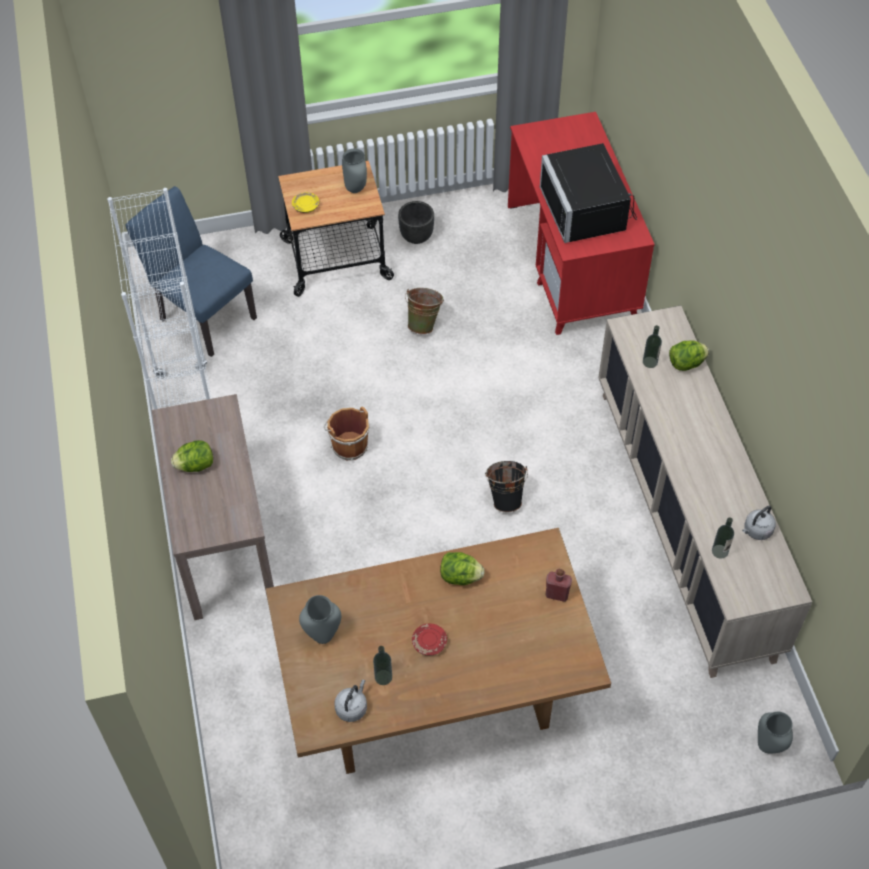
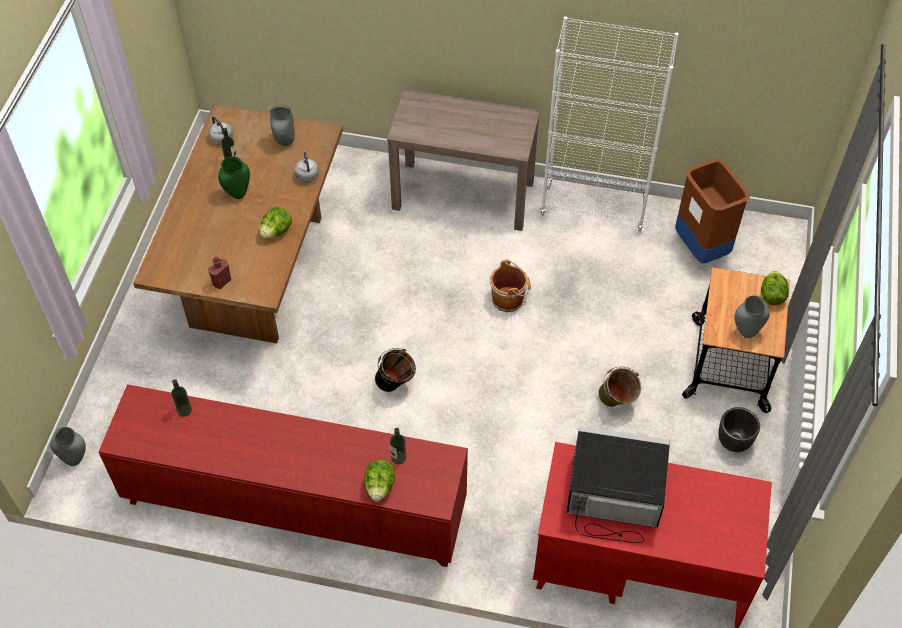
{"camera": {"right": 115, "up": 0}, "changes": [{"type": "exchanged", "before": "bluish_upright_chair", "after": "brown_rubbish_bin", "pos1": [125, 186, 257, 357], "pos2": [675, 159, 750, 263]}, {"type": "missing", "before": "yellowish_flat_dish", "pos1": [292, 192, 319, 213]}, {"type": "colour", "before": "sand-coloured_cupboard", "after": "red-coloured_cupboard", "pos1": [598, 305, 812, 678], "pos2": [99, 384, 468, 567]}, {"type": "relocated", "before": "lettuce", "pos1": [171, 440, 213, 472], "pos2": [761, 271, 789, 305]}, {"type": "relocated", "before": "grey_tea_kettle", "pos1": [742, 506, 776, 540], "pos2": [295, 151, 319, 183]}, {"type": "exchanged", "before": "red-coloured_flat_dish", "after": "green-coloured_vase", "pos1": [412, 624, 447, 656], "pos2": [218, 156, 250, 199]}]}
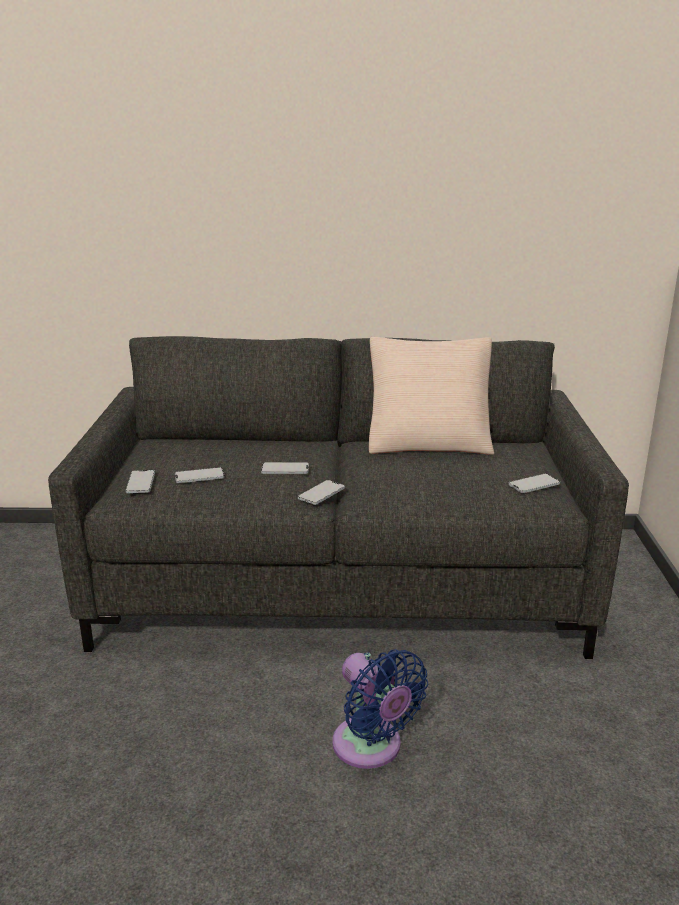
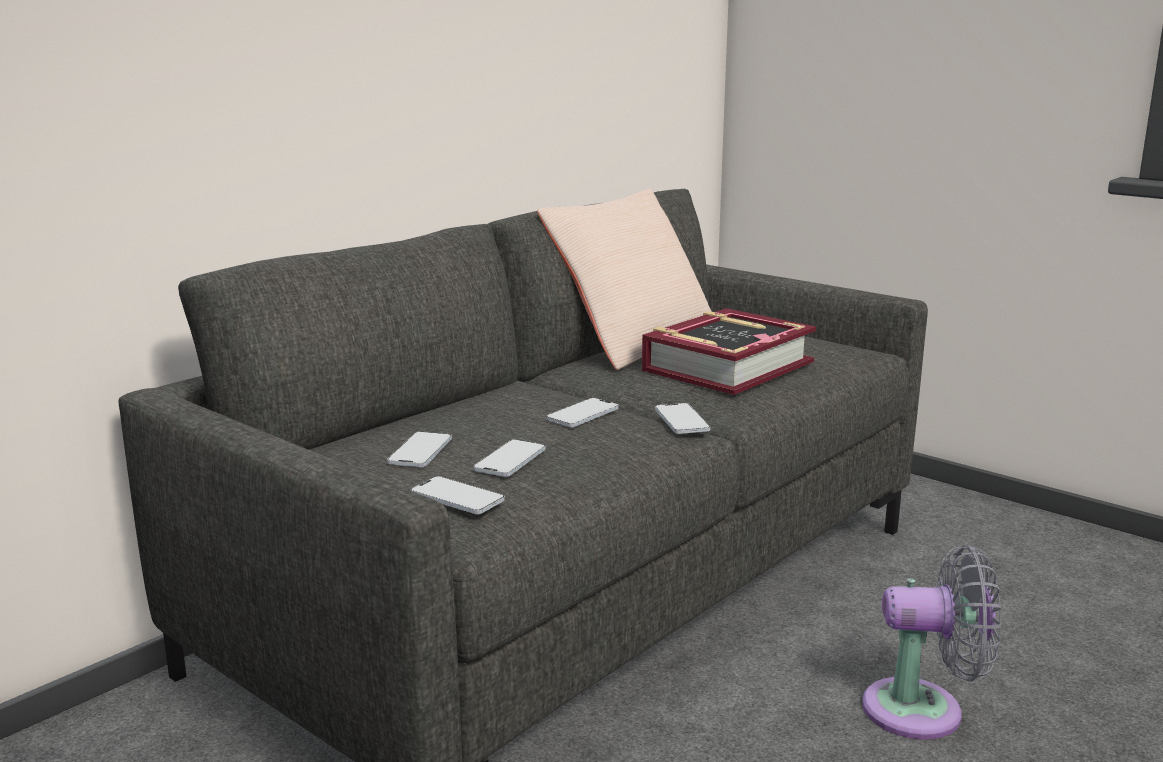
{"camera": {"right": -50, "up": -5}, "changes": [{"type": "relocated", "before": "handset", "pos1": [508, 474, 560, 493], "pos2": [387, 432, 452, 467]}, {"type": "colour", "before": "bluish_cooling_fan", "after": "grey_cooling_fan", "pos1": [333, 649, 428, 769], "pos2": [862, 545, 1001, 740]}, {"type": "appeared", "after": "book", "pos2": [642, 308, 816, 395]}]}
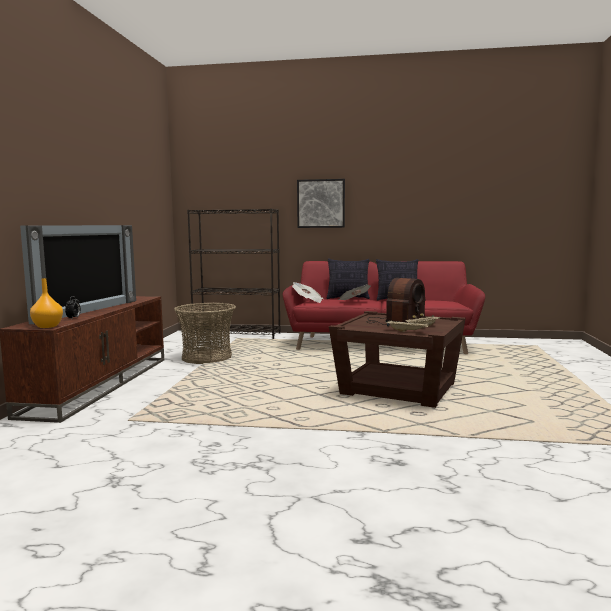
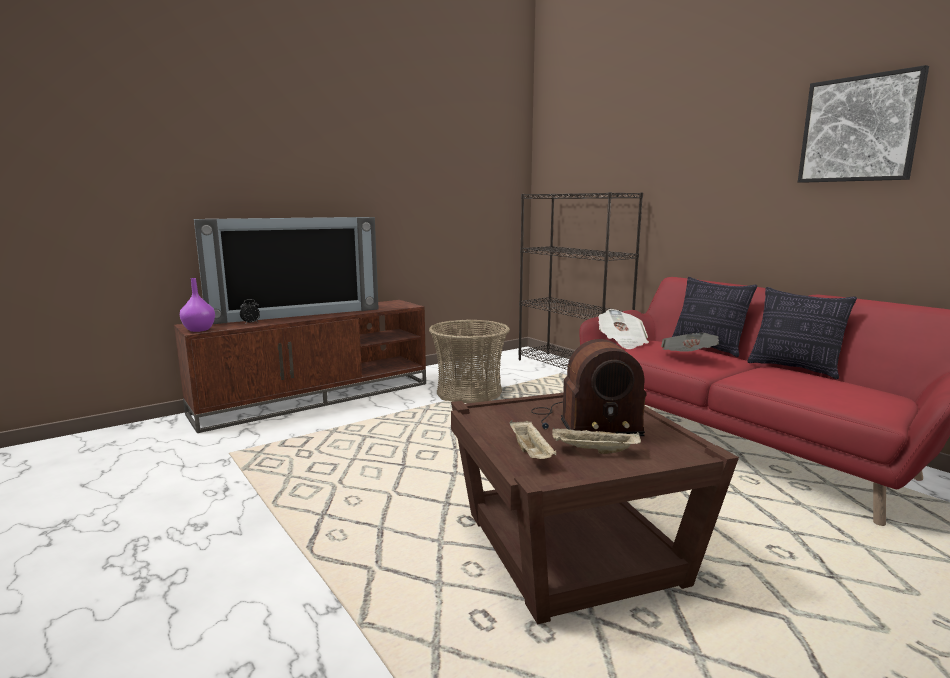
{"camera": {"right": 45, "up": 5}, "changes": [{"type": "relocated", "before": "wall_art", "pos1": [297, 179, 345, 228], "pos2": [798, 65, 929, 183]}, {"type": "colour", "before": "orange_vase", "after": "purplish_vase", "pos1": [30, 278, 63, 328], "pos2": [180, 278, 215, 332]}]}
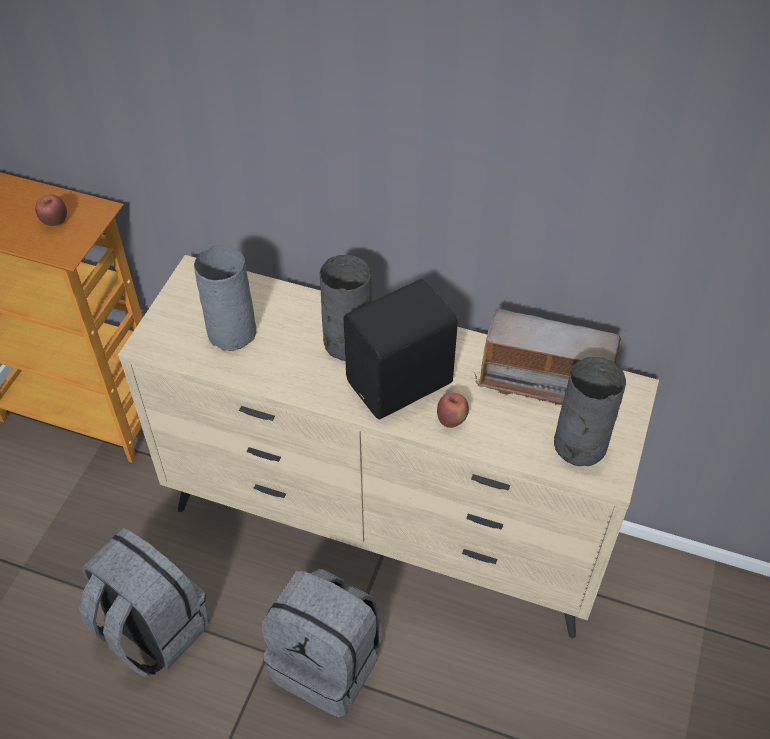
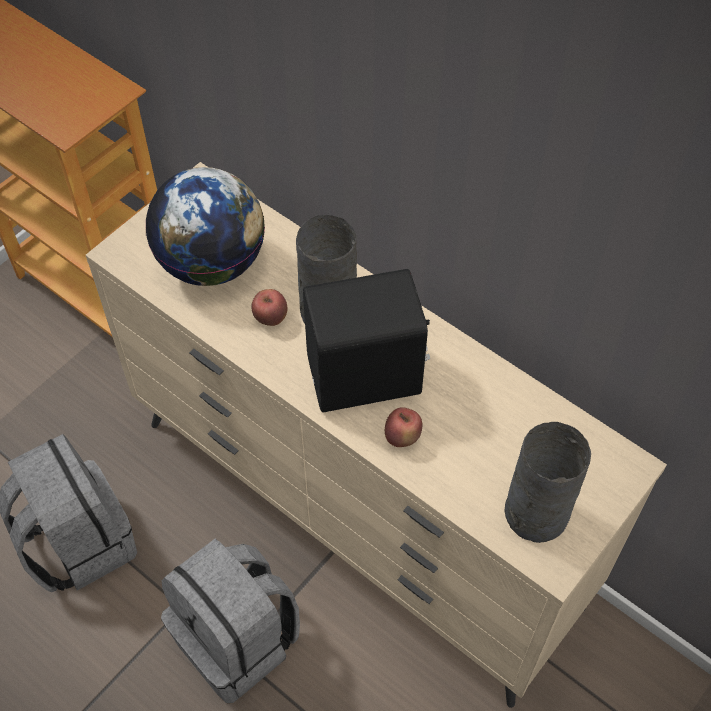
{"camera": {"right": 20, "up": 5}, "changes": [{"type": "relocated", "before": "apple_fruit", "pos1": [35, 194, 67, 226], "pos2": [251, 289, 288, 326]}, {"type": "exchanged", "before": "grey_vase", "after": "world_globe", "pos1": [194, 245, 256, 351], "pos2": [146, 167, 265, 286]}, {"type": "missing", "before": "radio_set", "pos1": [474, 309, 627, 405]}]}
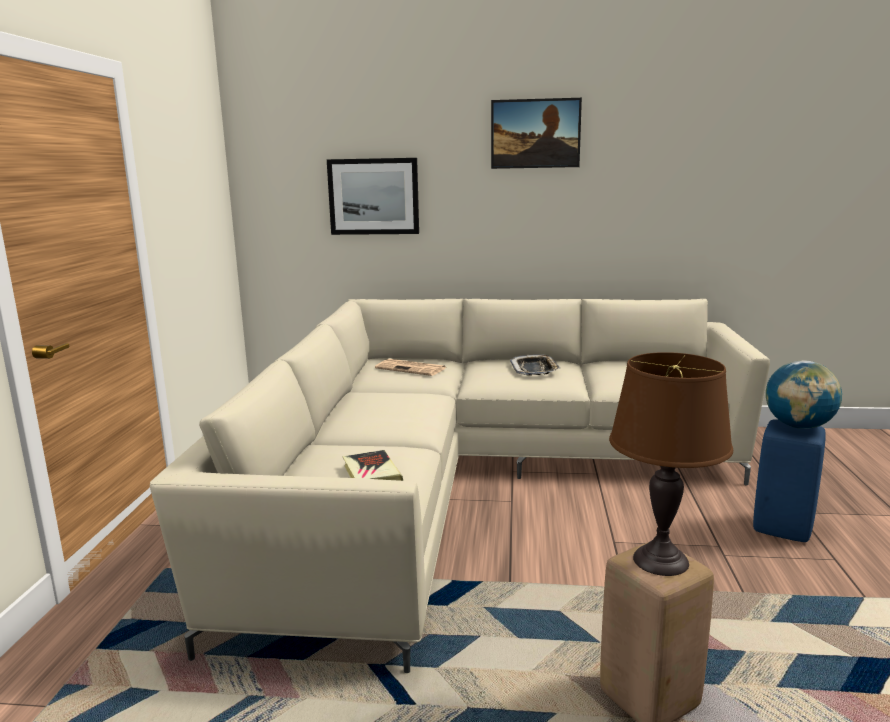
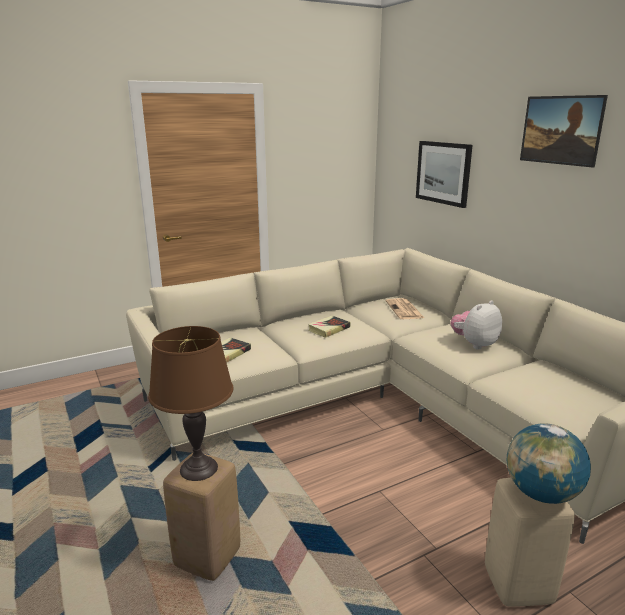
{"camera": {"right": 55, "up": 5}, "changes": [{"type": "exchanged", "before": "carrying_tray", "after": "soft_toy", "pos1": [510, 354, 560, 376], "pos2": [451, 300, 502, 350]}, {"type": "colour", "before": "bluish_stool", "after": "sand-coloured_stool", "pos1": [753, 419, 826, 542], "pos2": [485, 478, 575, 607]}, {"type": "appeared", "after": "book", "pos2": [308, 316, 350, 338]}]}
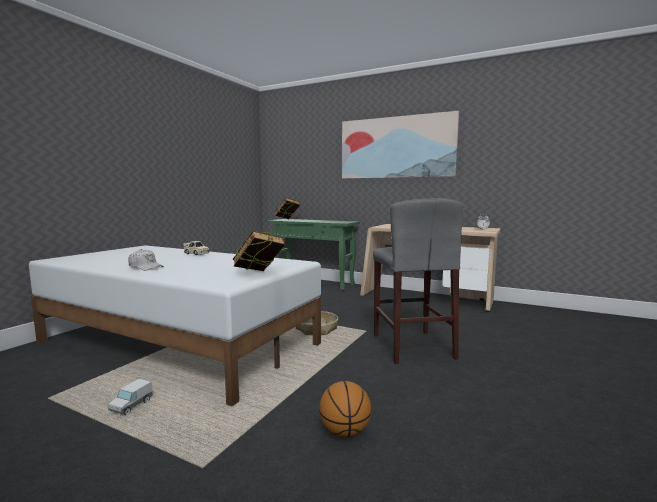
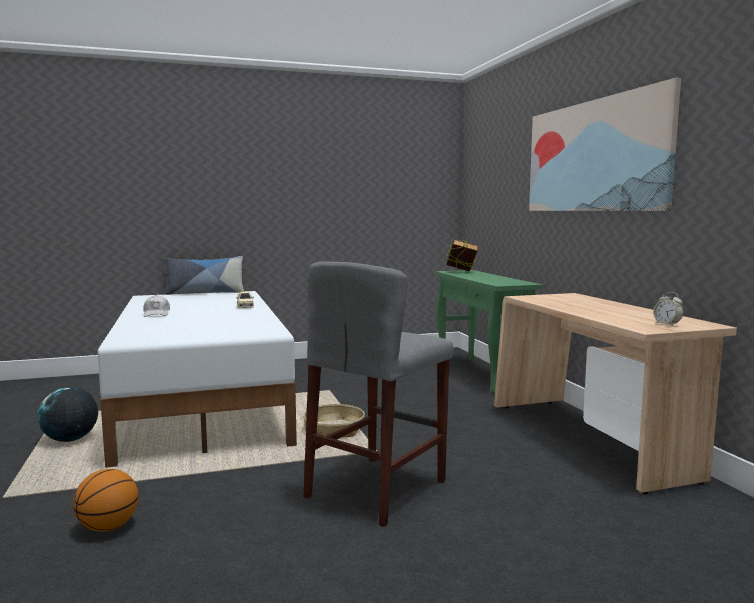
{"camera": {"right": 45, "up": 0}, "changes": [{"type": "missing", "before": "book", "pos1": [233, 231, 285, 271]}, {"type": "exchanged", "before": "toy_truck", "after": "world_globe", "pos1": [108, 379, 153, 415], "pos2": [38, 387, 98, 442]}, {"type": "appeared", "after": "pillow", "pos2": [165, 256, 244, 295]}]}
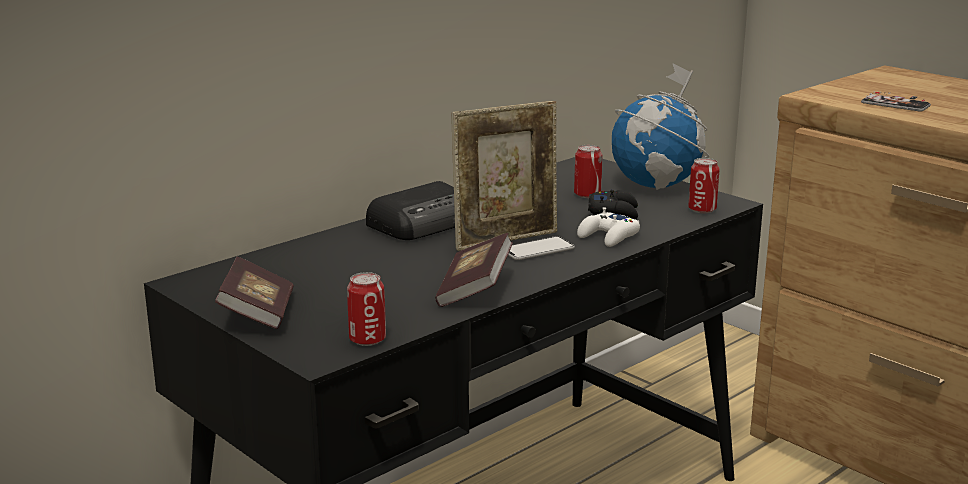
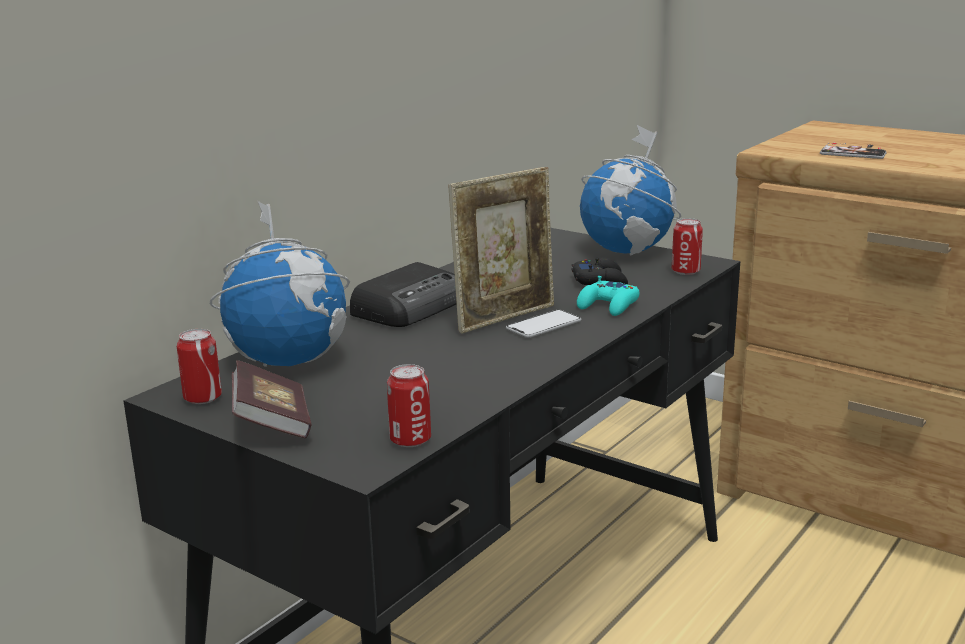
{"camera": {"right": -10, "up": 0}, "changes": [{"type": "relocated", "before": "can", "pos1": [574, 145, 602, 198], "pos2": [177, 329, 222, 404]}, {"type": "colour", "before": "whitish_joypad", "after": "turquoise_joypad", "pos1": [577, 207, 640, 247], "pos2": [577, 276, 639, 316]}, {"type": "missing", "before": "book", "pos1": [435, 233, 513, 307]}, {"type": "appeared", "after": "world_globe", "pos2": [210, 201, 350, 367]}]}
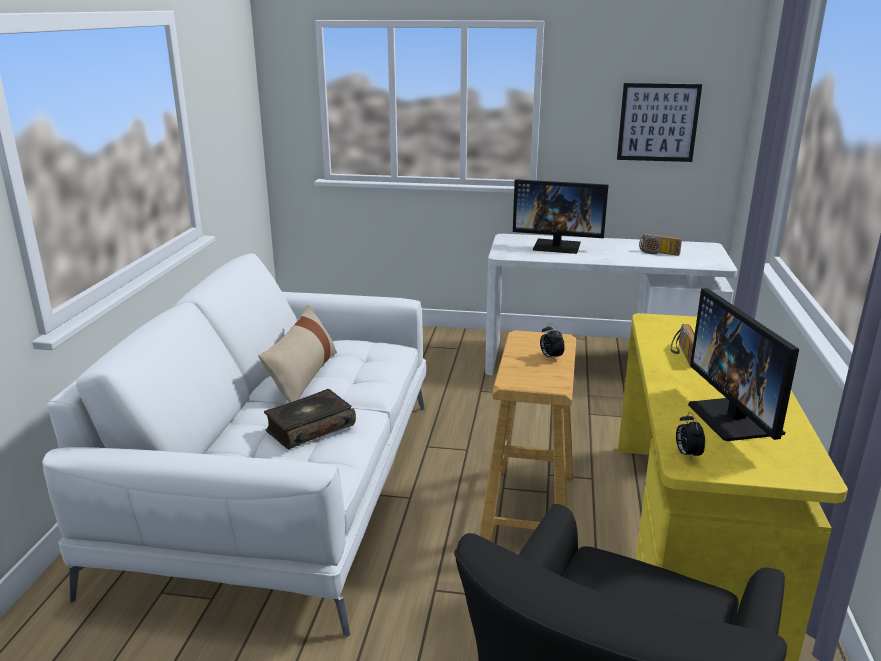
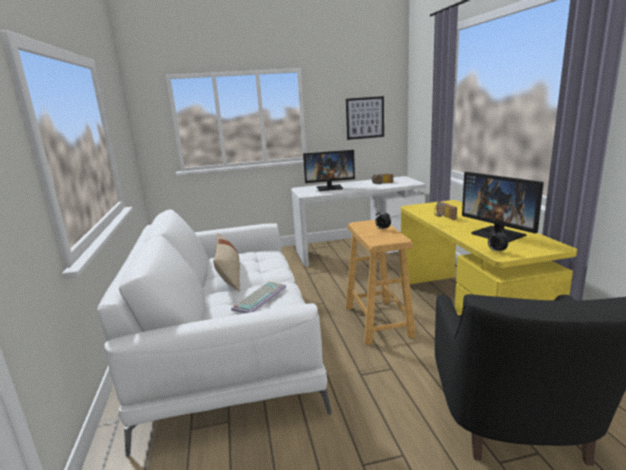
{"camera": {"right": -20, "up": -5}, "changes": [{"type": "exchanged", "before": "book", "after": "keyboard", "pos1": [264, 389, 356, 449], "pos2": [231, 281, 286, 313]}]}
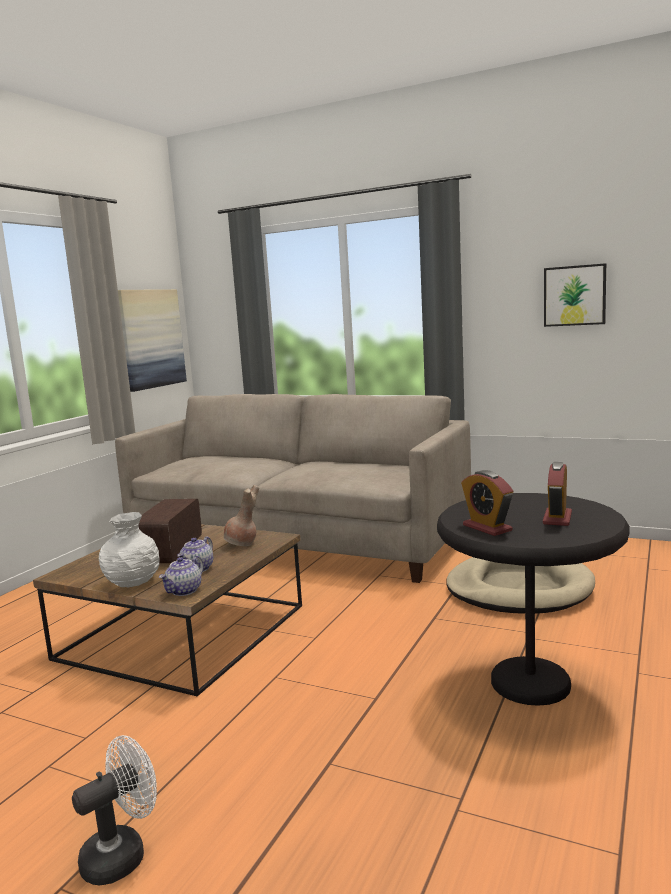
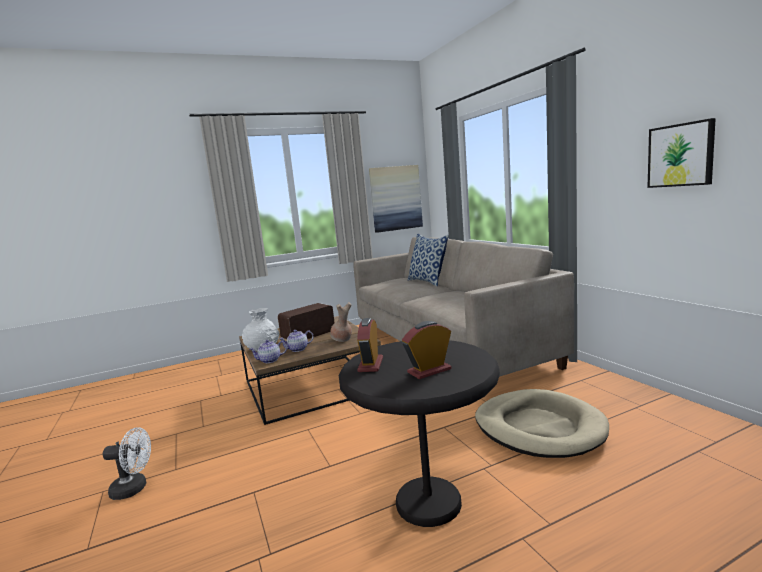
{"camera": {"right": 40, "up": 0}, "changes": [{"type": "appeared", "after": "pillow", "pos2": [408, 234, 449, 286]}]}
